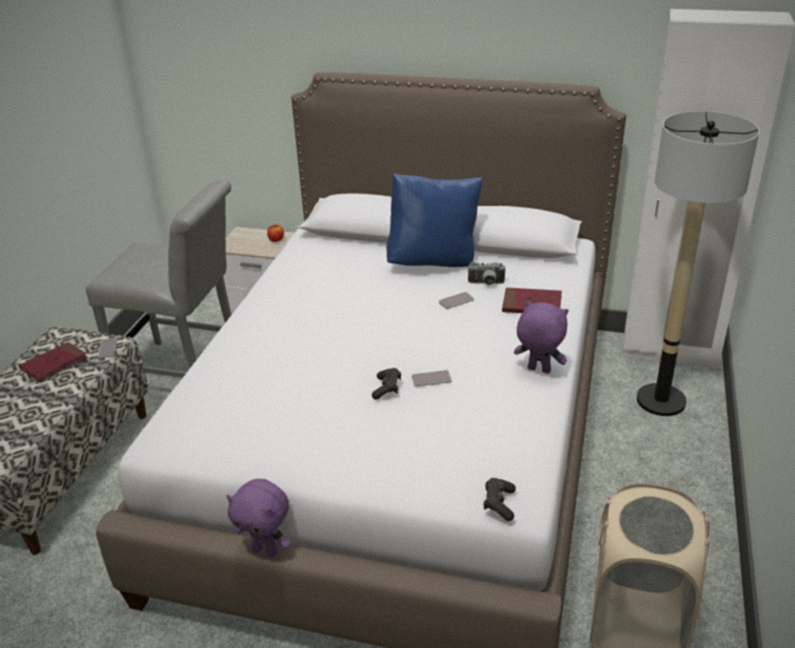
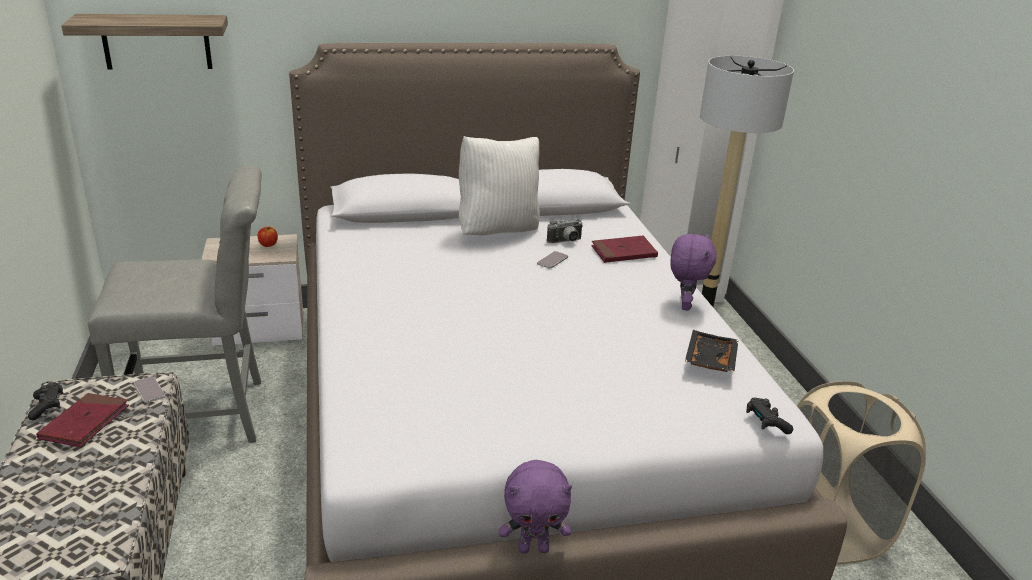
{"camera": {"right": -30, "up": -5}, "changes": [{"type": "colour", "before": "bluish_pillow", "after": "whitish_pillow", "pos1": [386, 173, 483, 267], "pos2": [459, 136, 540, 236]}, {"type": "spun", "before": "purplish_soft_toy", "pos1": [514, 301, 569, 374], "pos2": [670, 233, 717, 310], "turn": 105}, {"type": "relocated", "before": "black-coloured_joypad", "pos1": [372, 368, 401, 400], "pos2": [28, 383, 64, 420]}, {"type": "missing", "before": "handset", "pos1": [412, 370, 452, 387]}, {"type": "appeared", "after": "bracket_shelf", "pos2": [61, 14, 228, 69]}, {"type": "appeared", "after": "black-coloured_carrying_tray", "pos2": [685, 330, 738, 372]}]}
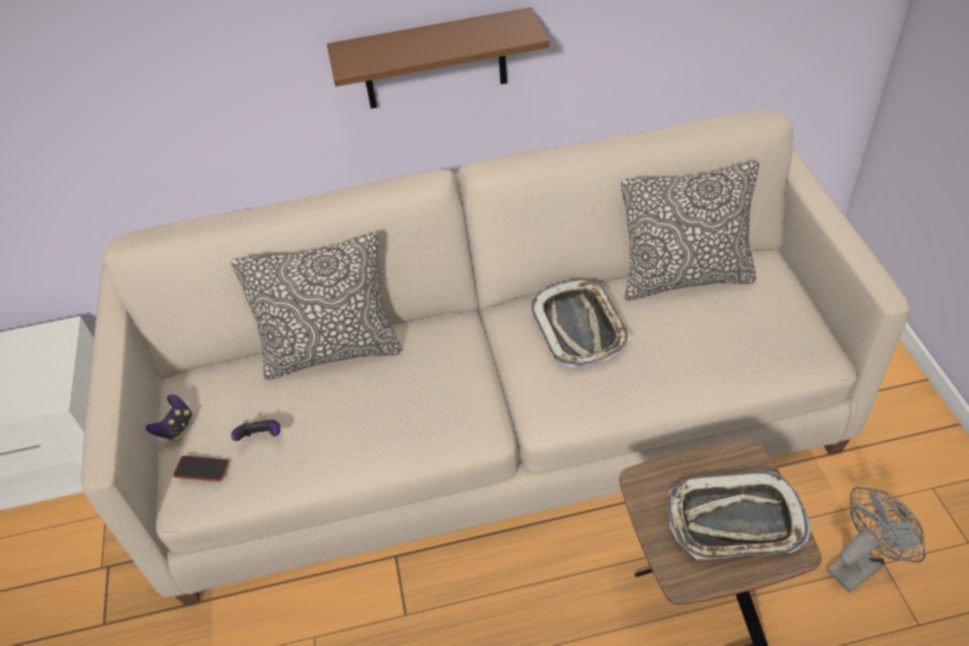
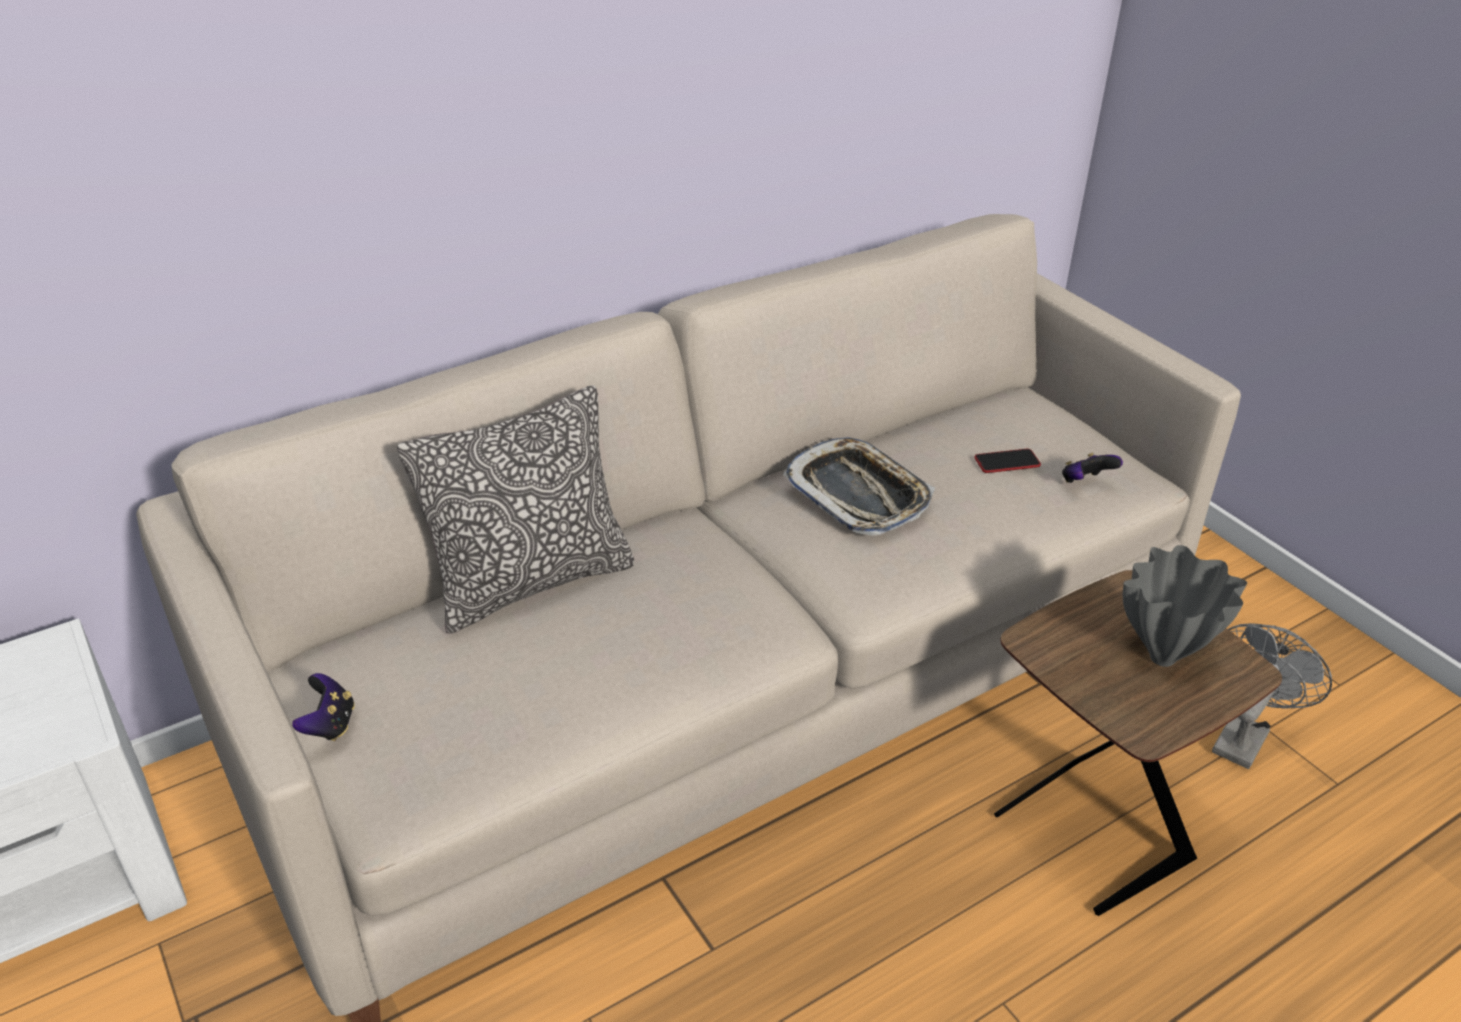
{"camera": {"right": -25, "up": -10}, "changes": [{"type": "missing", "before": "brown_bracket_shelf", "pos1": [327, 7, 549, 109]}, {"type": "missing", "before": "pillow", "pos1": [621, 160, 759, 301]}, {"type": "relocated", "before": "joypad", "pos1": [231, 418, 280, 441], "pos2": [1062, 453, 1123, 483]}, {"type": "relocated", "before": "handset", "pos1": [173, 456, 229, 482], "pos2": [974, 449, 1041, 473]}, {"type": "exchanged", "before": "carrying_tray", "after": "grey_vase", "pos1": [668, 471, 811, 559], "pos2": [1123, 545, 1247, 667]}]}
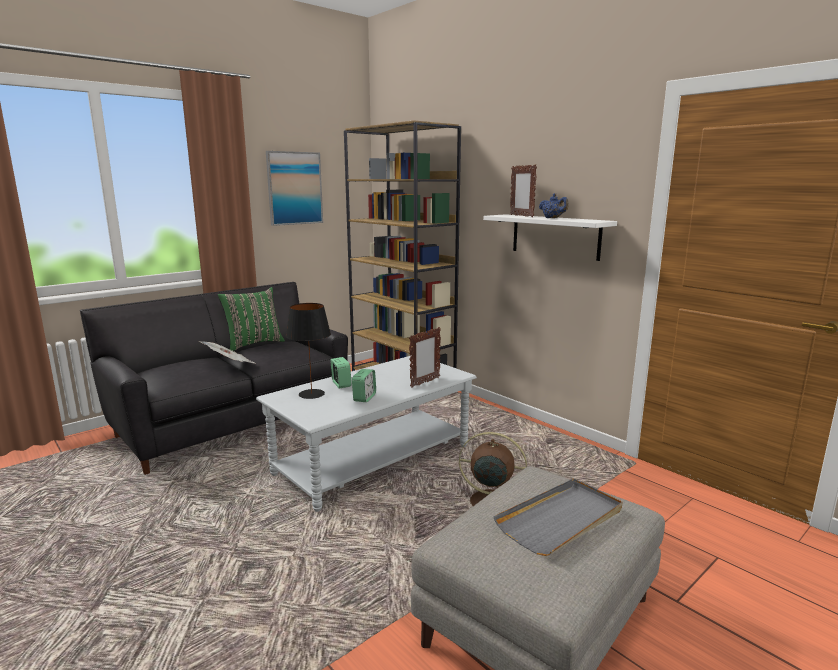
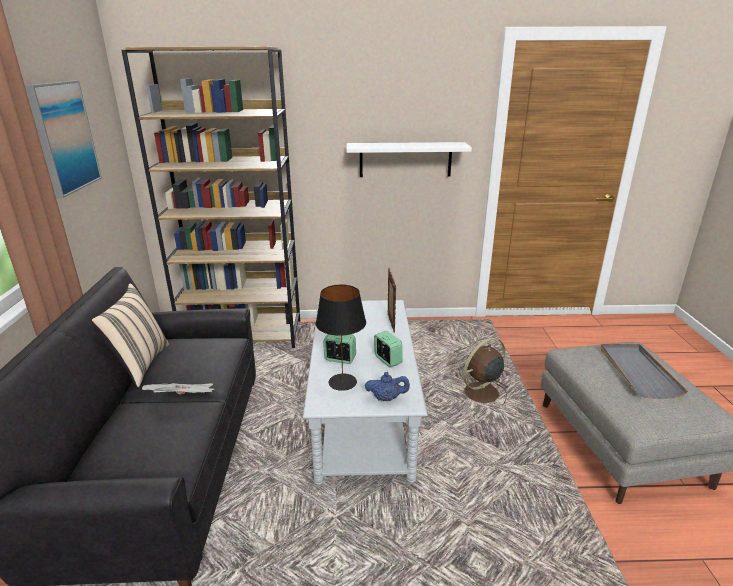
{"camera": {"right": -50, "up": 10}, "changes": [{"type": "missing", "before": "picture_frame", "pos1": [510, 164, 537, 217]}, {"type": "relocated", "before": "bluish_tea_pot", "pos1": [539, 193, 569, 218], "pos2": [365, 372, 410, 401]}, {"type": "colour", "before": "green-coloured_pillow", "after": "sand-coloured_pillow", "pos1": [218, 287, 285, 351], "pos2": [91, 284, 169, 387]}]}
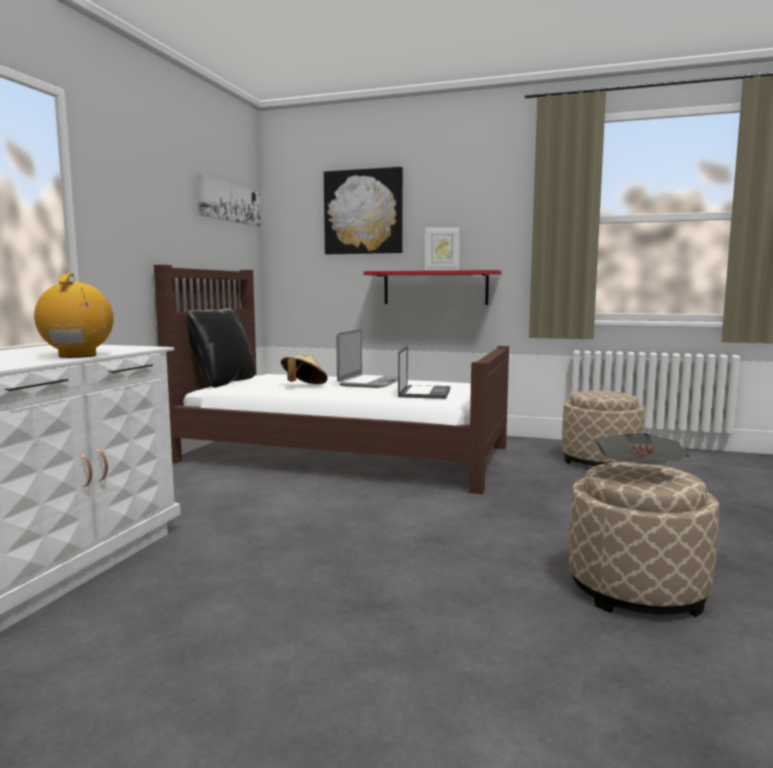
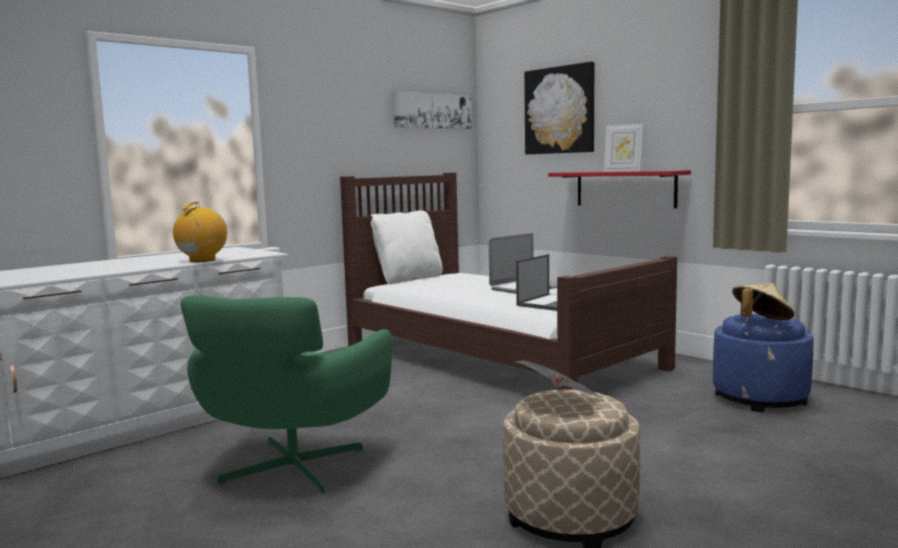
{"camera": {"right": 30, "up": 0}, "changes": [{"type": "colour", "before": "black-coloured_pillow", "after": "whitish_pillow", "pos1": [185, 308, 256, 388], "pos2": [370, 210, 443, 284]}, {"type": "relocated", "before": "sand-coloured_clothing_hat", "pos1": [281, 355, 328, 384], "pos2": [732, 283, 794, 320]}, {"type": "colour", "before": "sand-coloured_footrest", "after": "bluish_footrest", "pos1": [562, 391, 645, 466], "pos2": [713, 314, 813, 412]}, {"type": "appeared", "after": "green-coloured_easy_chair", "pos2": [181, 295, 392, 494]}]}
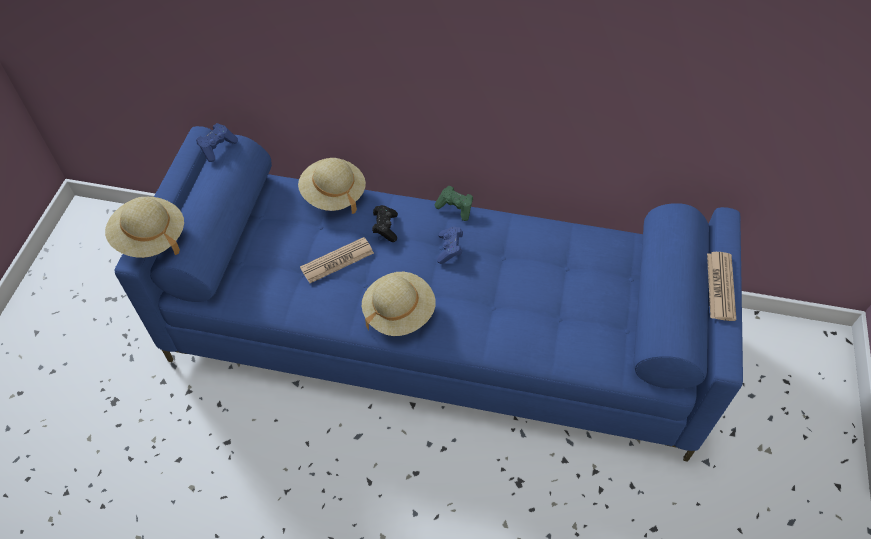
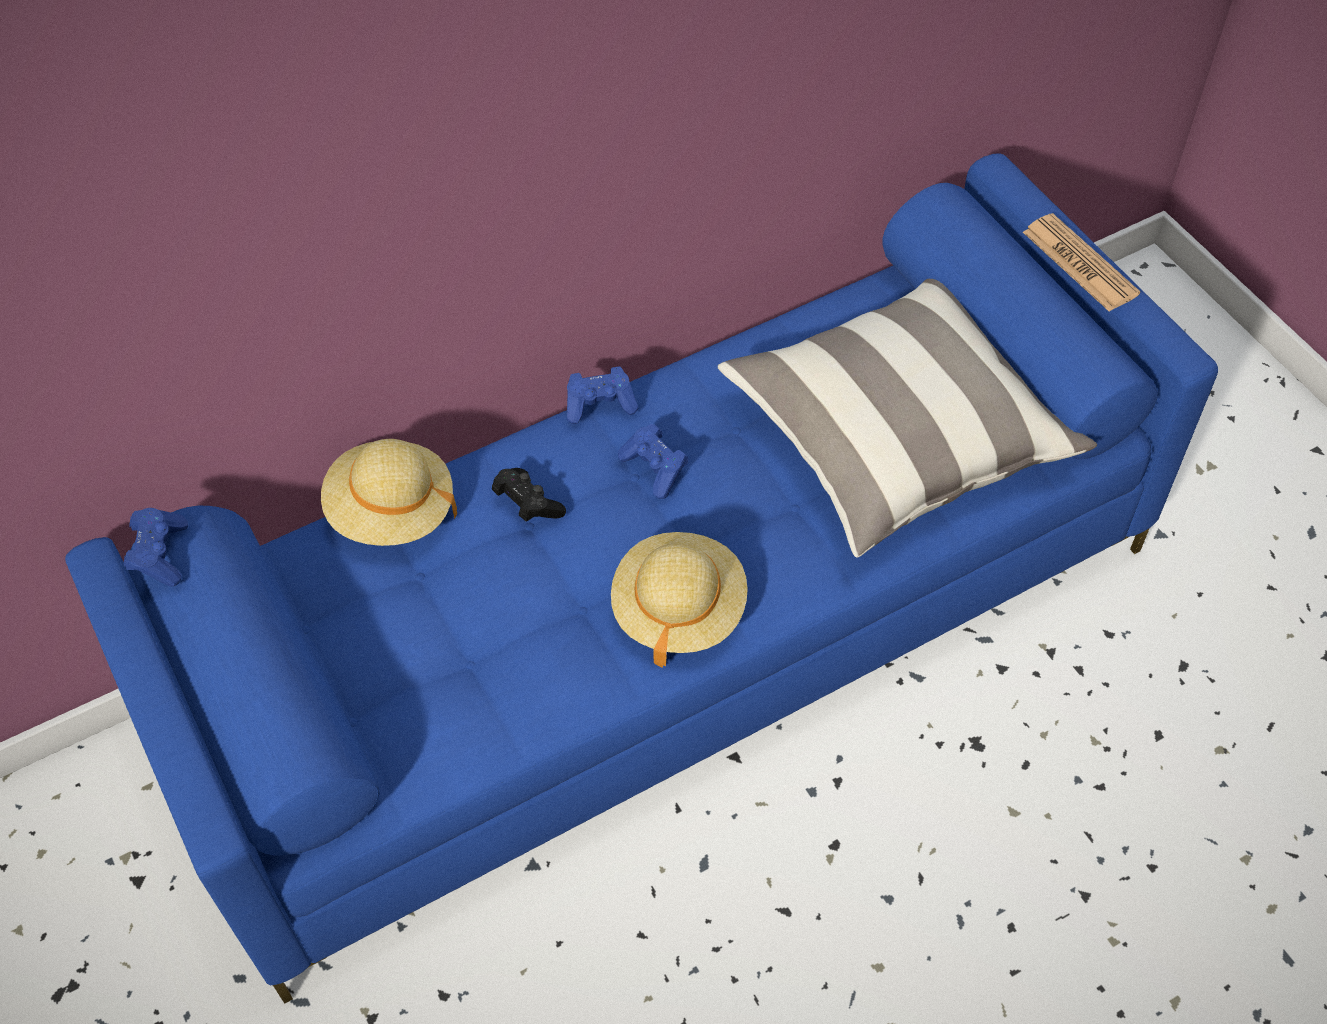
{"camera": {"right": -40, "up": 0}, "changes": [{"type": "colour", "before": "green-coloured_joypad", "after": "bluish_joypad", "pos1": [435, 186, 473, 221], "pos2": [567, 367, 638, 424]}, {"type": "missing", "before": "sand-coloured_clothing_hat", "pos1": [105, 197, 184, 258]}, {"type": "missing", "before": "newspaper", "pos1": [300, 237, 374, 283]}, {"type": "appeared", "after": "pillow", "pos2": [718, 279, 1097, 558]}]}
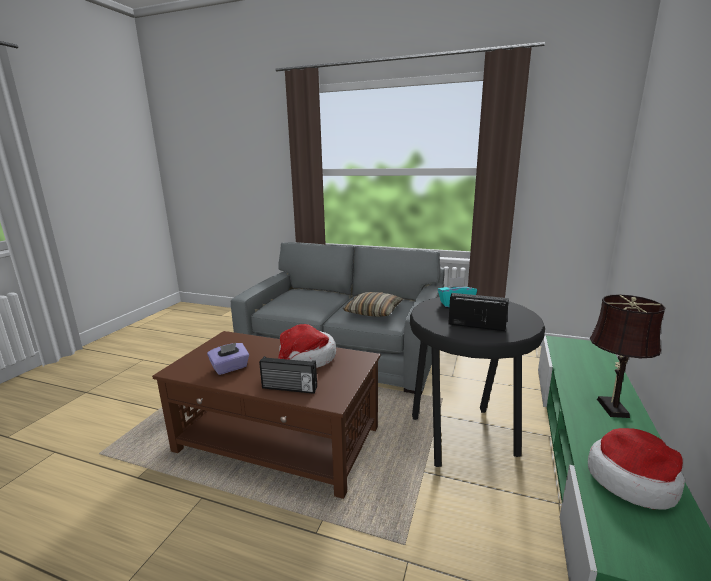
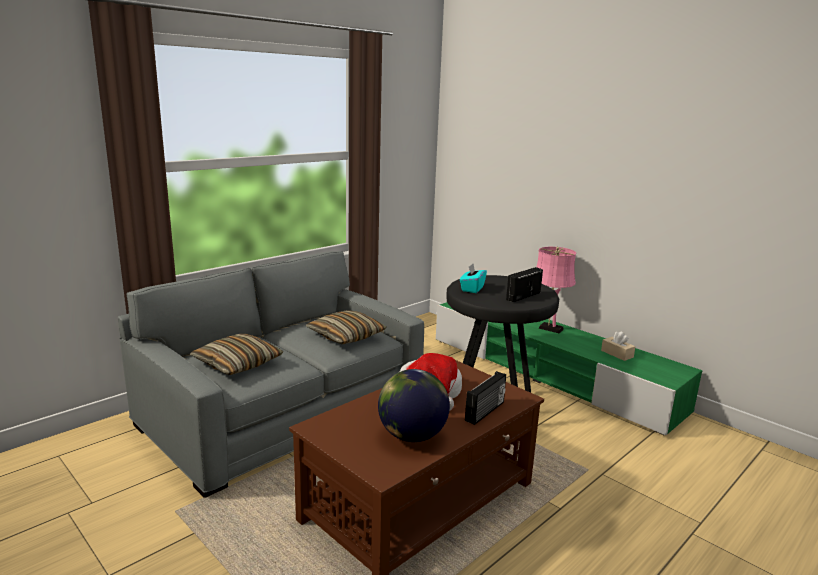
{"camera": {"right": -65, "up": 0}, "changes": [{"type": "colour", "before": "brown_lamp_for_a_table", "after": "pink_lamp_for_a_table", "pos1": [590, 294, 666, 418], "pos2": [537, 247, 576, 333]}, {"type": "exchanged", "before": "purplish_tissue_box", "after": "world_globe", "pos1": [207, 343, 249, 375], "pos2": [378, 369, 450, 442]}, {"type": "exchanged", "before": "clothing_hat", "after": "sand-coloured_tissue_box", "pos1": [588, 428, 685, 510], "pos2": [601, 331, 636, 361]}, {"type": "appeared", "after": "pillow", "pos2": [190, 334, 283, 375]}]}
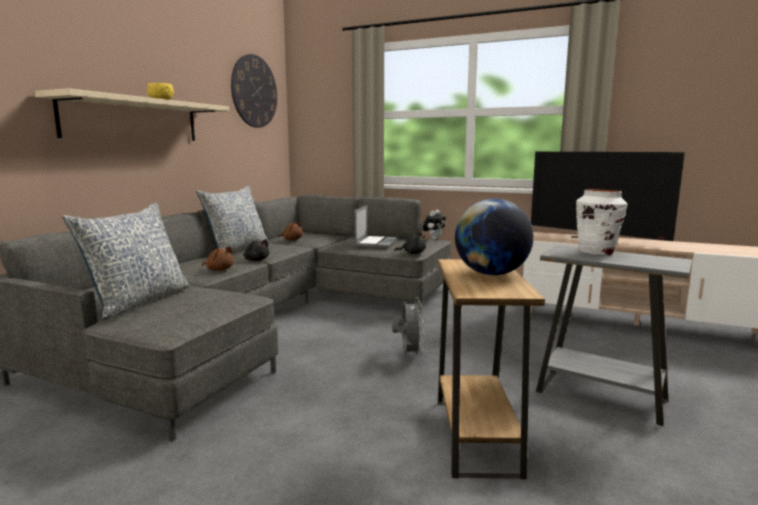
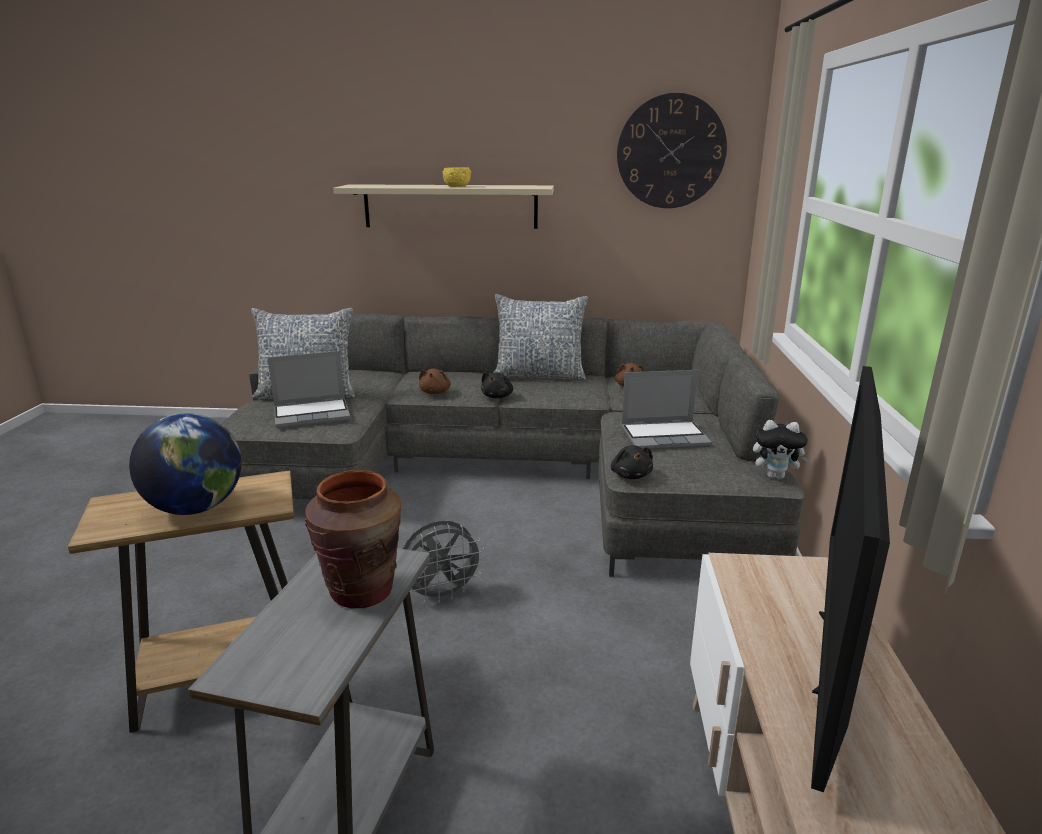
{"camera": {"right": 70, "up": 10}, "changes": [{"type": "colour", "before": "whitish_vase", "after": "brown_vase", "pos1": [576, 189, 627, 255], "pos2": [305, 470, 401, 608]}, {"type": "appeared", "after": "portable_computer", "pos2": [268, 351, 350, 428]}]}
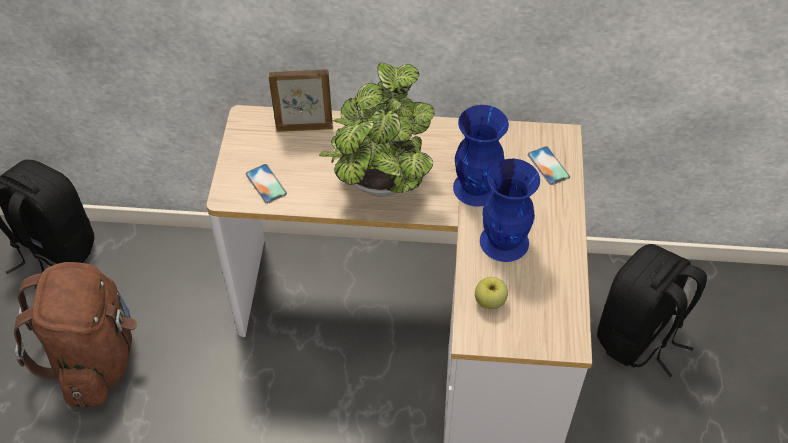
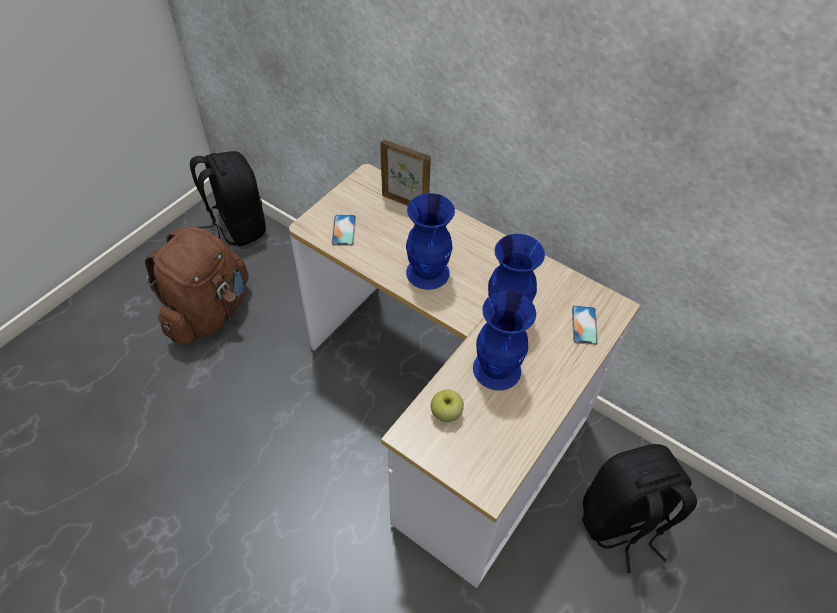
{"camera": {"right": 30, "up": 0}, "changes": [{"type": "exchanged", "before": "houseplant", "after": "bluish_vase", "pos1": [319, 62, 435, 197], "pos2": [406, 193, 455, 290]}]}
